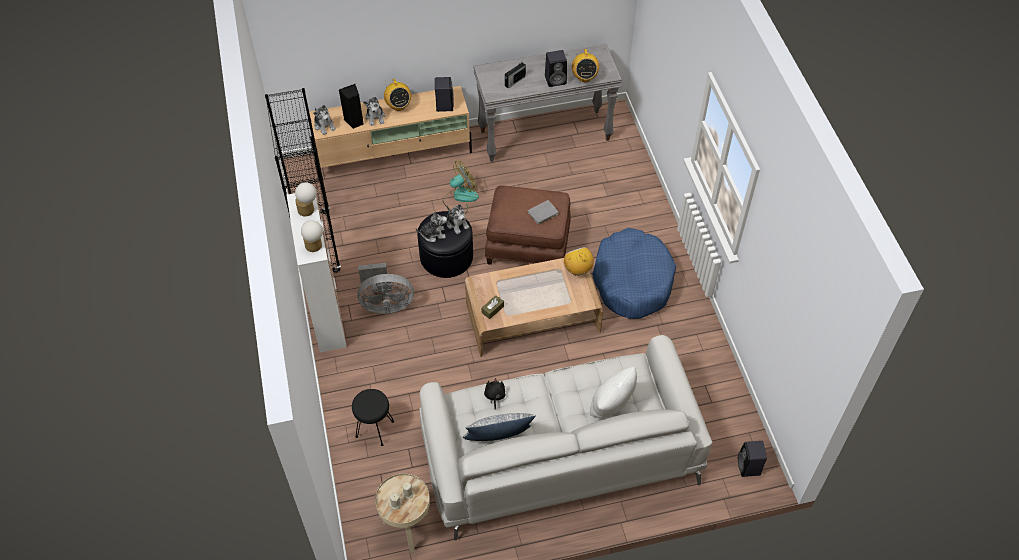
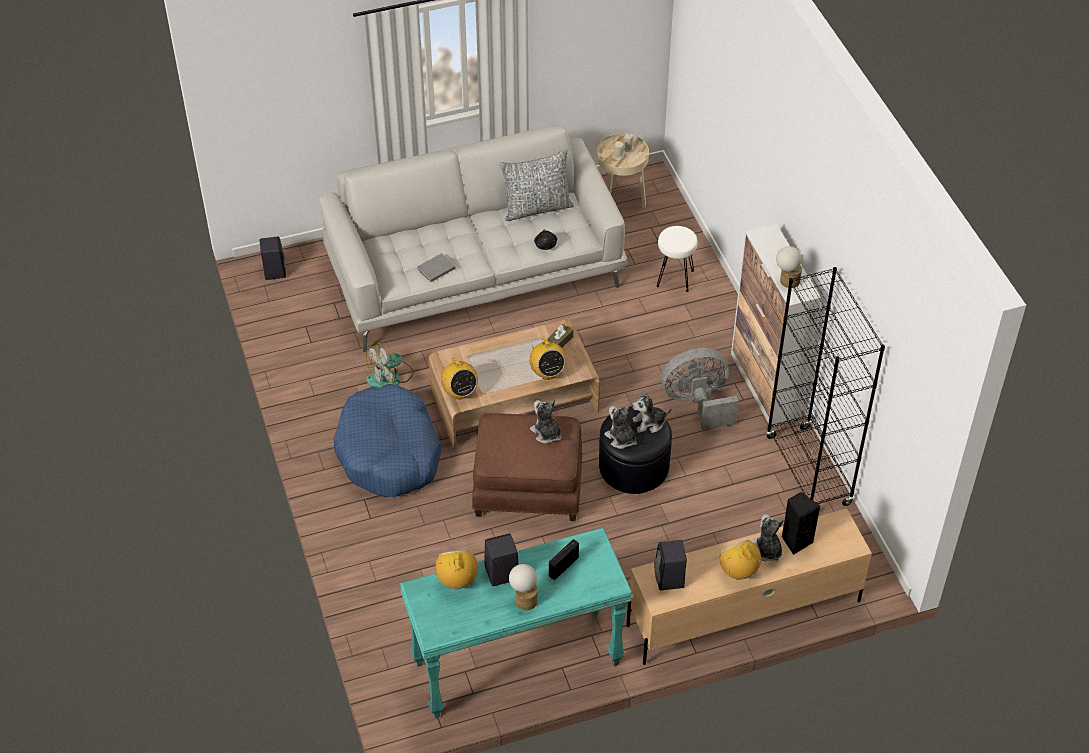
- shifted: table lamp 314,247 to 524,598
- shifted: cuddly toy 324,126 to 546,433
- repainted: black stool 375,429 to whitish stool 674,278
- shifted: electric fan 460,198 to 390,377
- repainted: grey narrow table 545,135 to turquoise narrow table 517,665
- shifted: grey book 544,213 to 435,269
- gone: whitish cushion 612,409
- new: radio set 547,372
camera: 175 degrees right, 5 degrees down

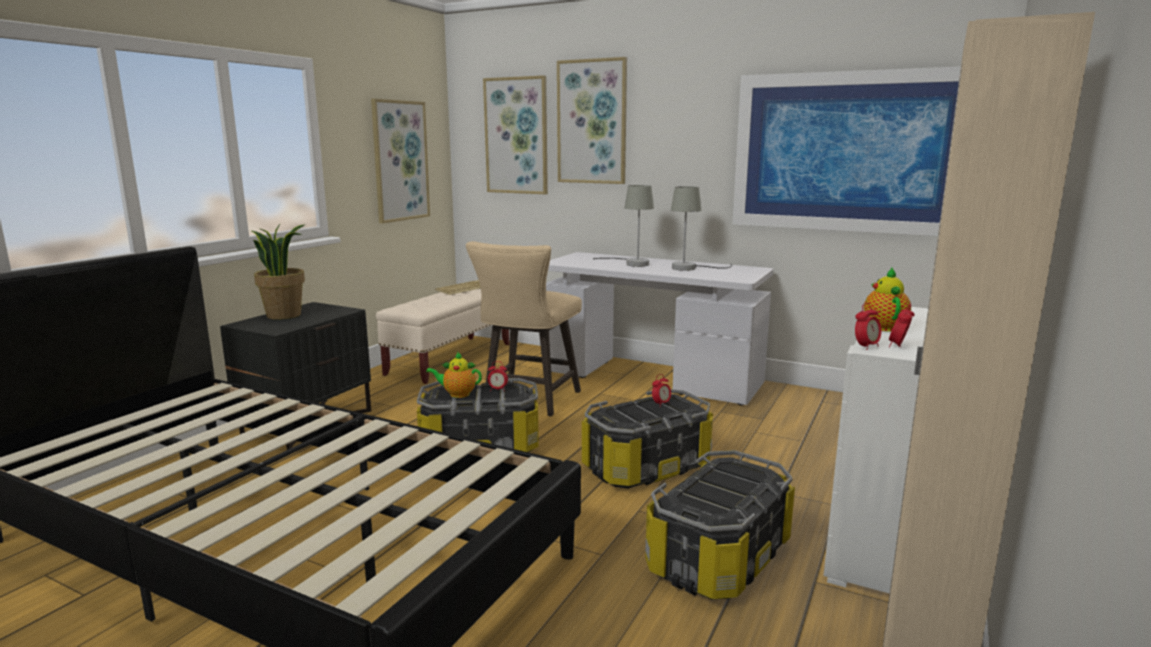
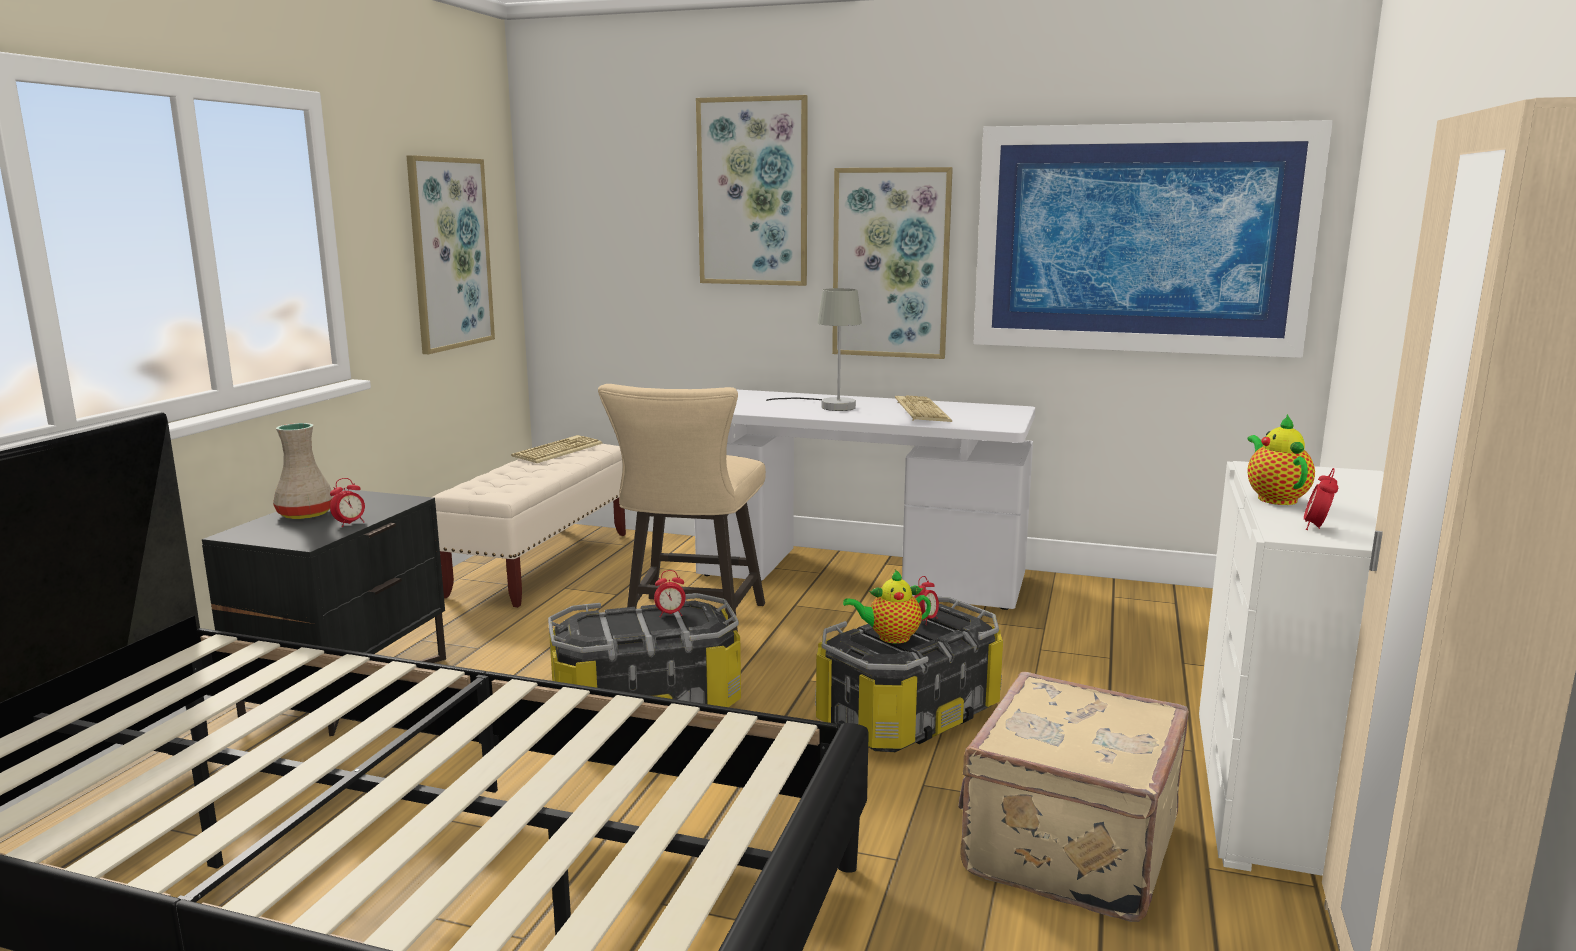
- swapped: houseplant 284,315 to sand-coloured flower vase 304,514
- shifted: tea pot 457,394 to 890,637
- shifted: wall art 516,136 to 891,263
- swapped: storage container 720,558 to sand-coloured travel case 1066,846
- swapped: grey table lamp 691,268 to keyboard 920,410
- shifted: alarm clock 866,347 to 350,523
camera: 10 degrees left, 0 degrees up

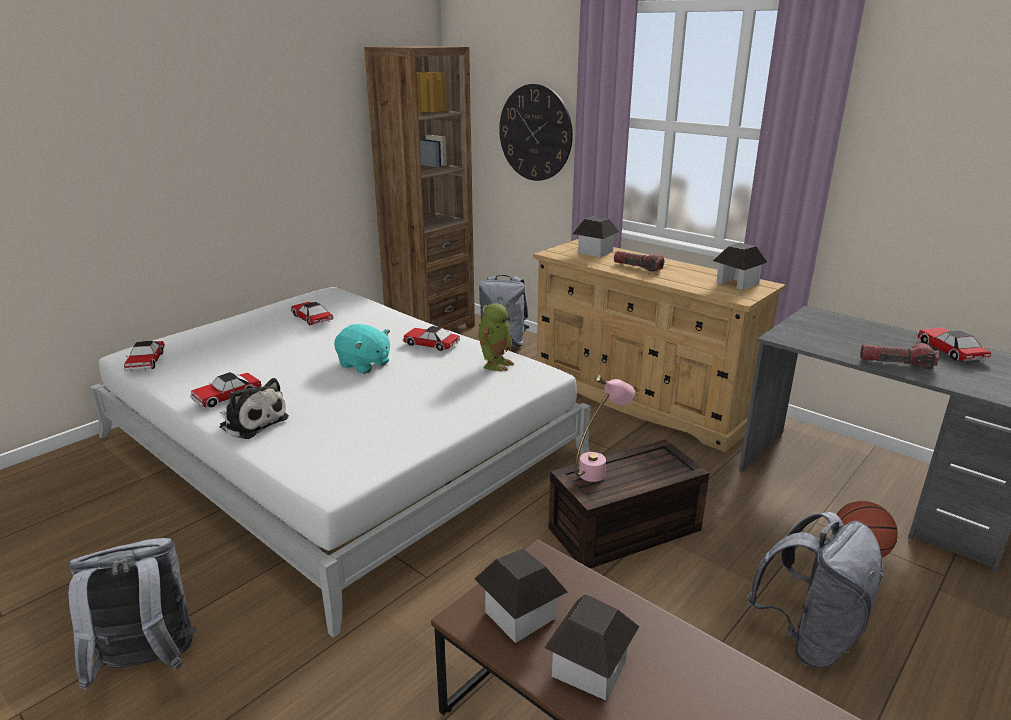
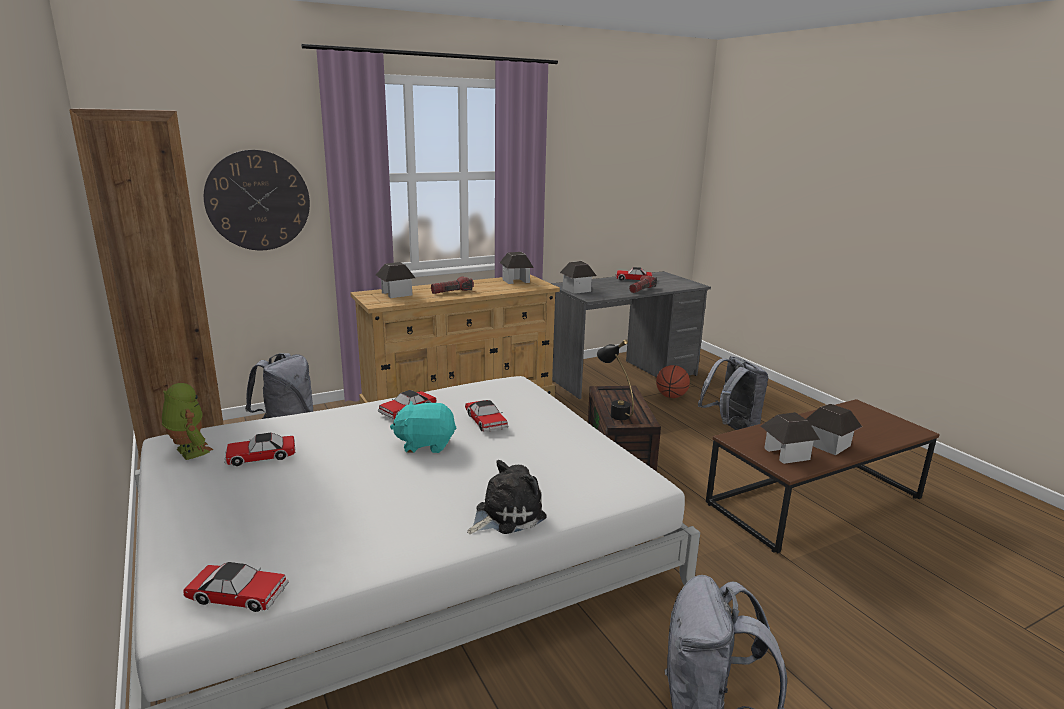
- shifted: toy car 226,396 to 486,421
- rotated: turquoise cuddly toy 364,364 = 425,444 150 degrees counterclockwise
- shifted: robot figure 495,364 to 189,452
- repainted: pinkish table lamp 599,468 to black table lamp 614,412
- new: model house 577,290
camera: 70 degrees left, 5 degrees down

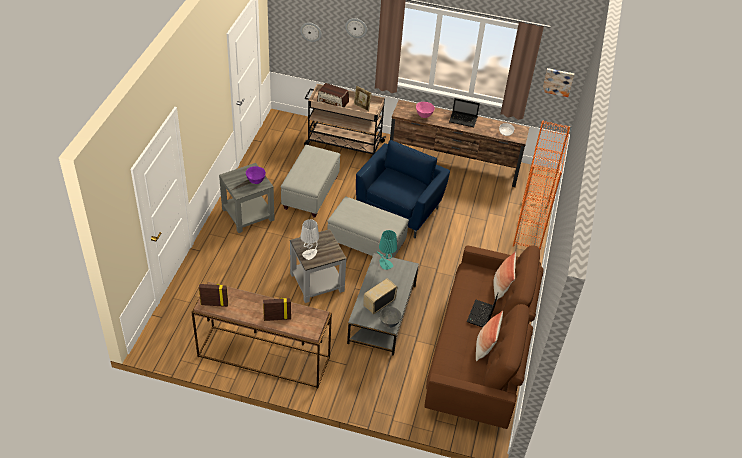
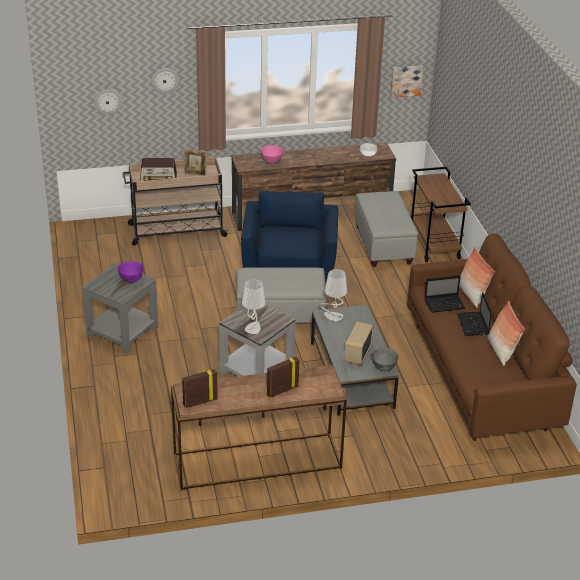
- shifted: grey pouffe 311,193 to 383,245
- repainted: turquoise table lamp 385,264 to grey table lamp 333,316
- shifted: notebook computer 463,120 to 445,304
- swapped: orange shelving unit 531,226 to brown-coloured cart 434,245
camera: 25 degrees left, 10 degrees down

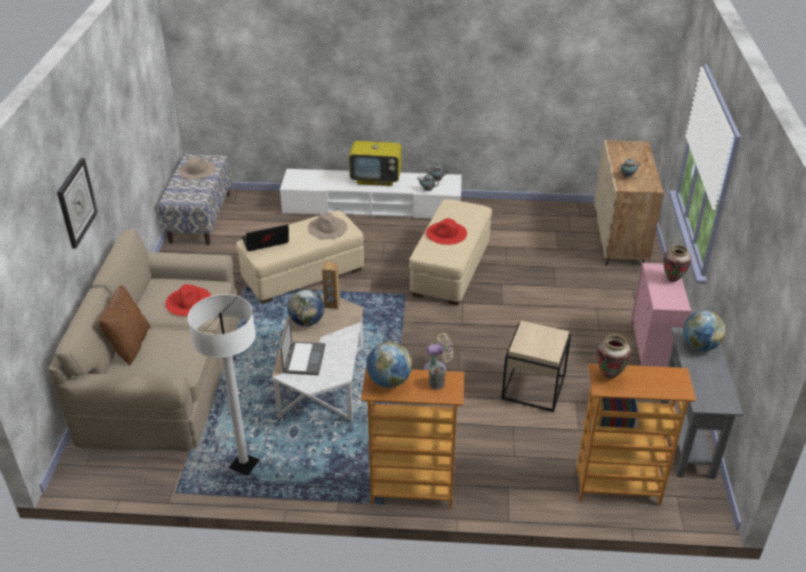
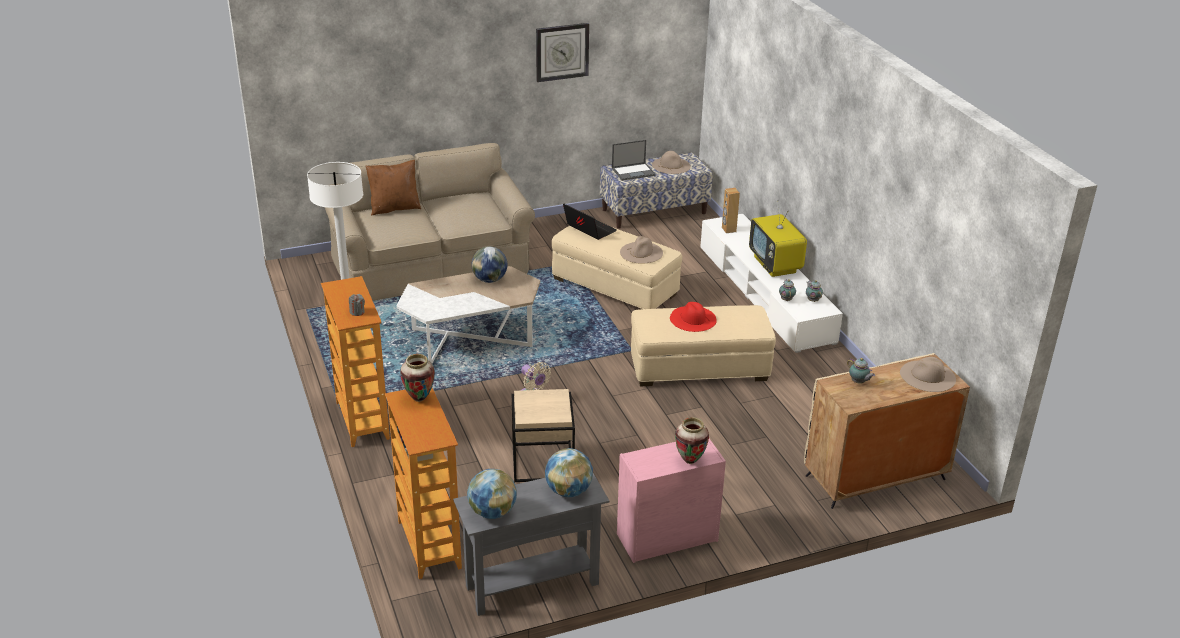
- shifted: hanging clock 76,202 to 562,52
- gone: reddish wearable hat 188,301
- shifted: notebook computer 304,358 to 633,172
- shifted: brown-coloured speaker 332,304 to 728,229
- shifted: world globe 389,381 to 492,512
- new: sand-coloured wearable hat 927,376
camera: 65 degrees right, 5 degrees down

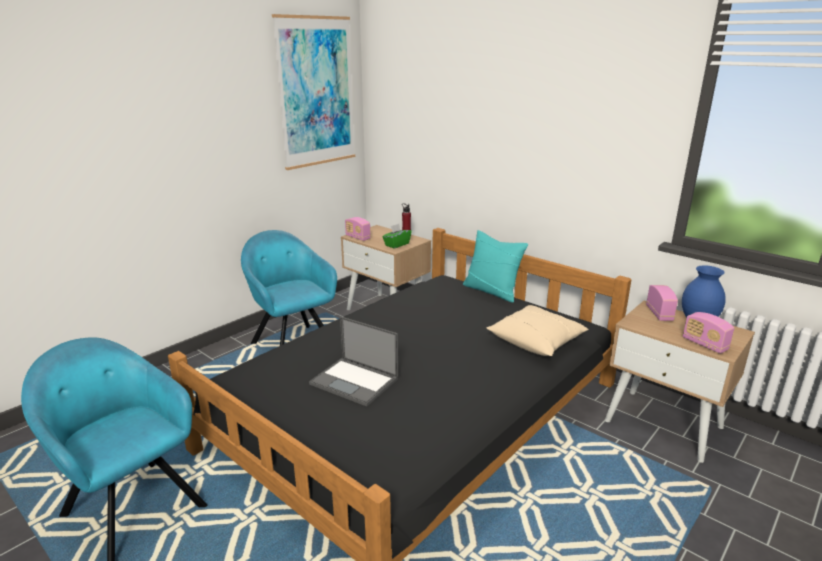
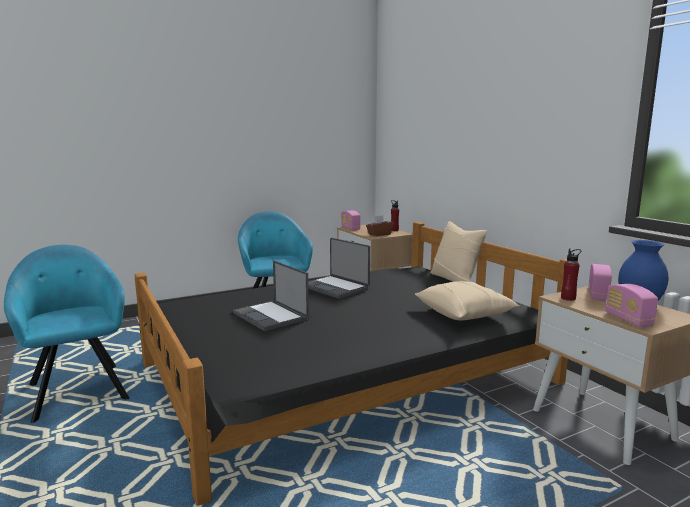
- gone: wall art 316,92
- repainted: green box of tissues 396,244 to brown-coloured box of tissues 379,234
- repainted: turquoise cushion 492,291 to sand-coloured cushion 455,279
- new: notebook computer 336,288
- new: reddish bottle 568,298
camera: 20 degrees right, 10 degrees down

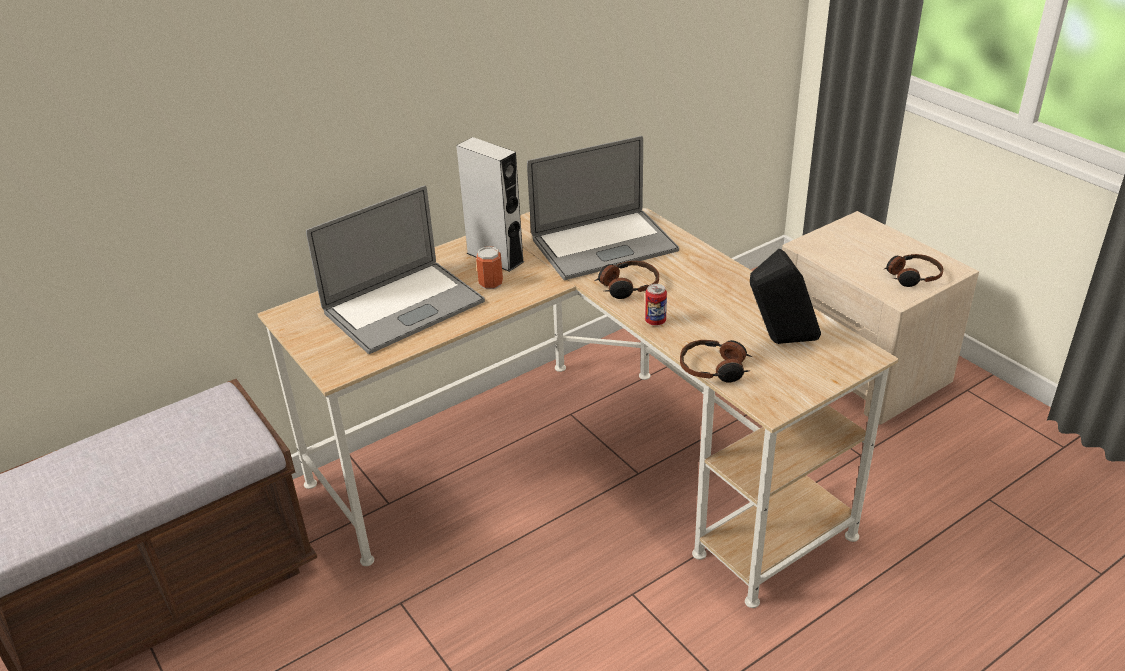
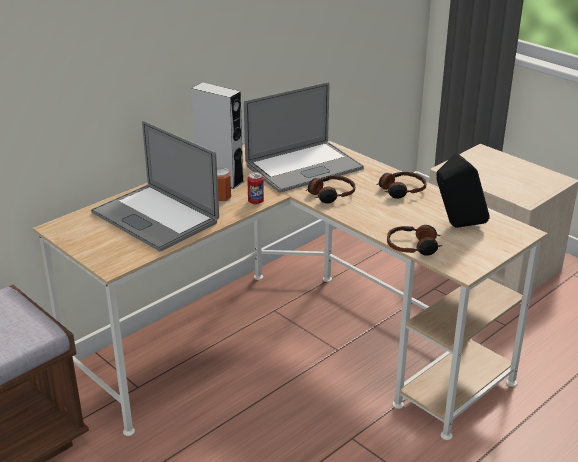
- rotated: notebook computer 403,307 = 155,217 90 degrees clockwise
- shifted: can 655,321 to 255,201
- shifted: headphones 912,276 to 401,190
camera: 10 degrees left, 5 degrees down

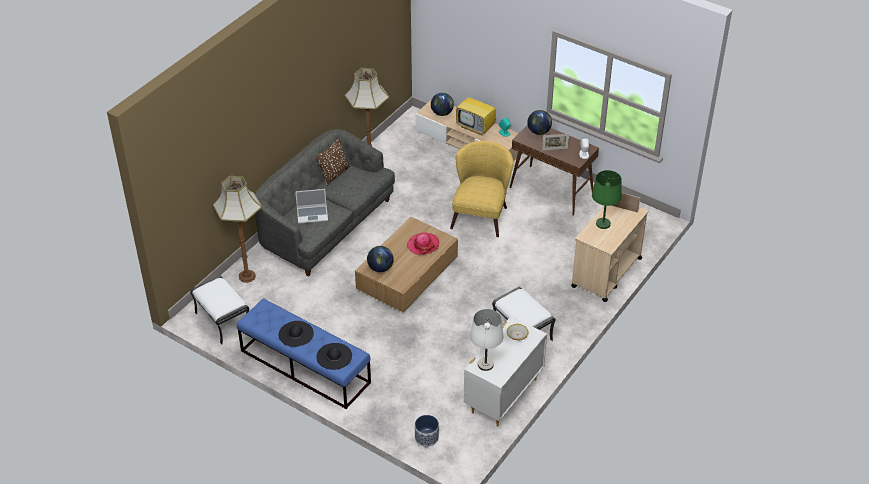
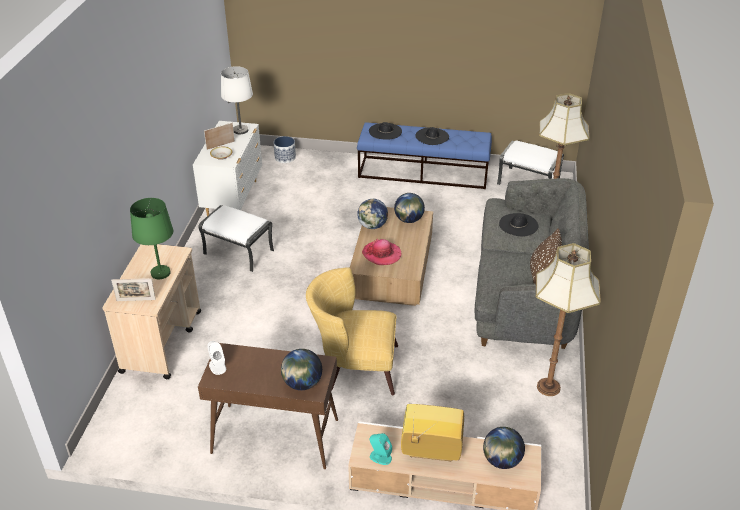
- swapped: notebook computer 313,214 to black wearable hat 518,225
- rotated: yellow easy chair 481,214 = 354,367 105 degrees clockwise
- shifted: standing frame 554,149 to 220,145
- new: world globe 372,226
camera: 155 degrees right, 5 degrees down

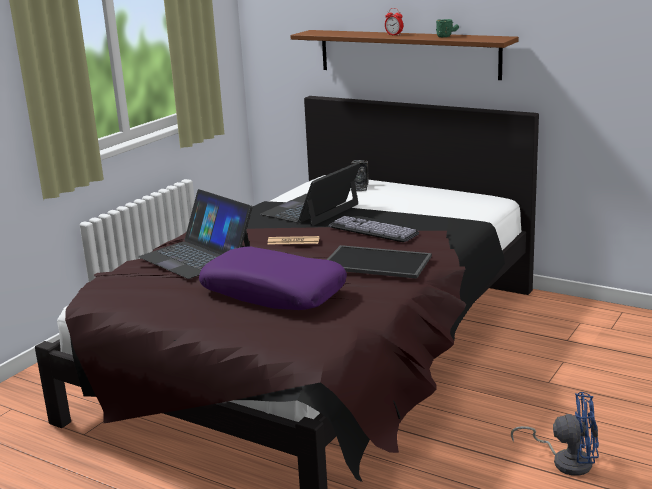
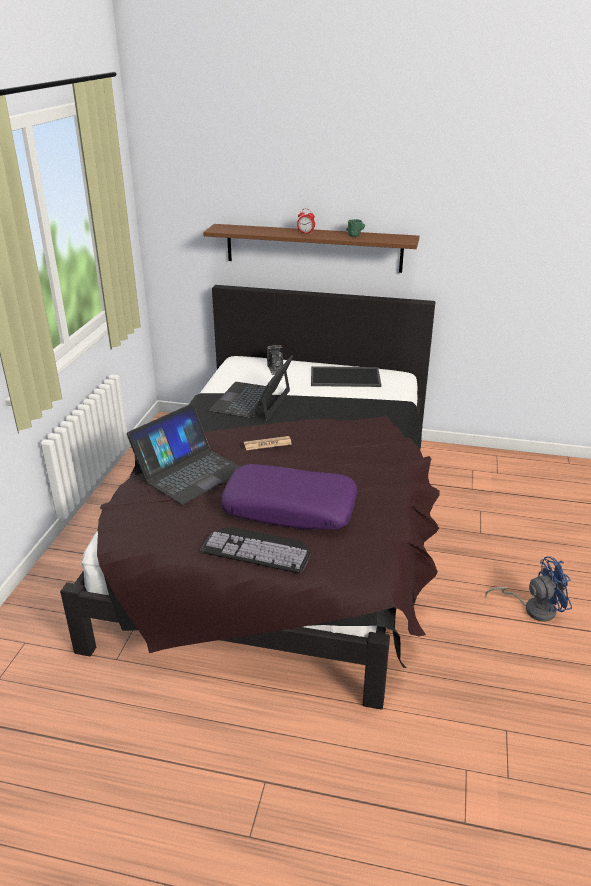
- rotated: notebook computer 197,256 = 189,472 75 degrees counterclockwise
- shifted: tray 378,262 to 346,377
- shifted: keyboard 377,228 to 258,548
camera: 20 degrees left, 10 degrees up

